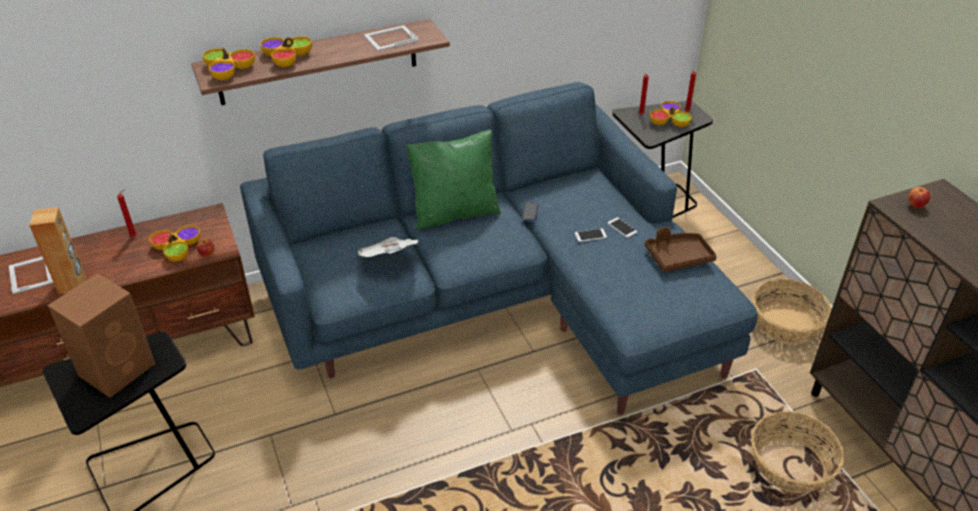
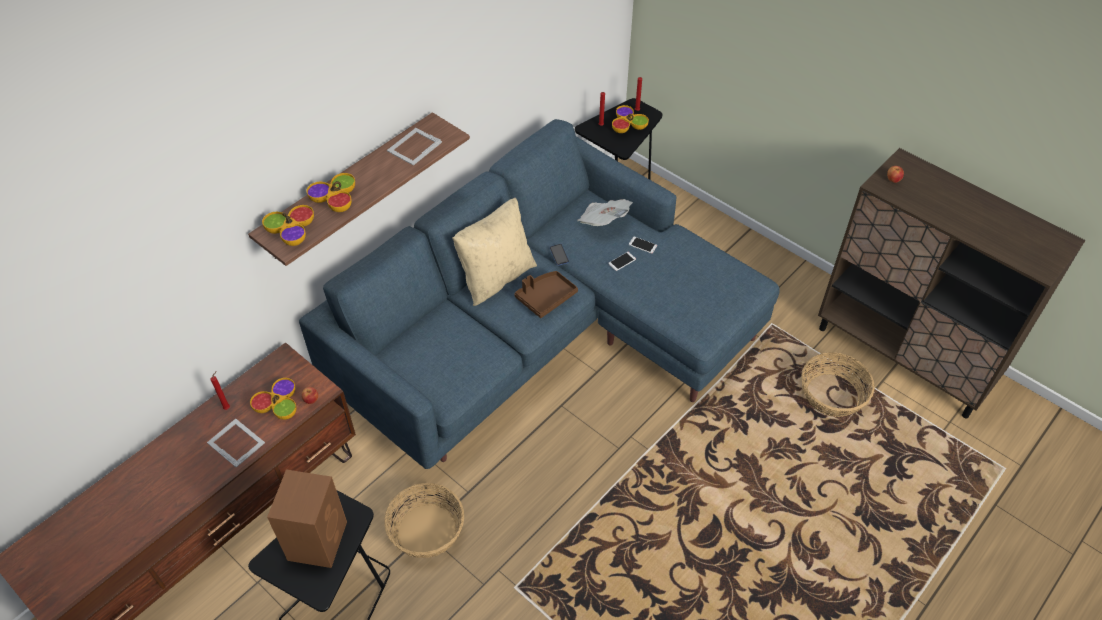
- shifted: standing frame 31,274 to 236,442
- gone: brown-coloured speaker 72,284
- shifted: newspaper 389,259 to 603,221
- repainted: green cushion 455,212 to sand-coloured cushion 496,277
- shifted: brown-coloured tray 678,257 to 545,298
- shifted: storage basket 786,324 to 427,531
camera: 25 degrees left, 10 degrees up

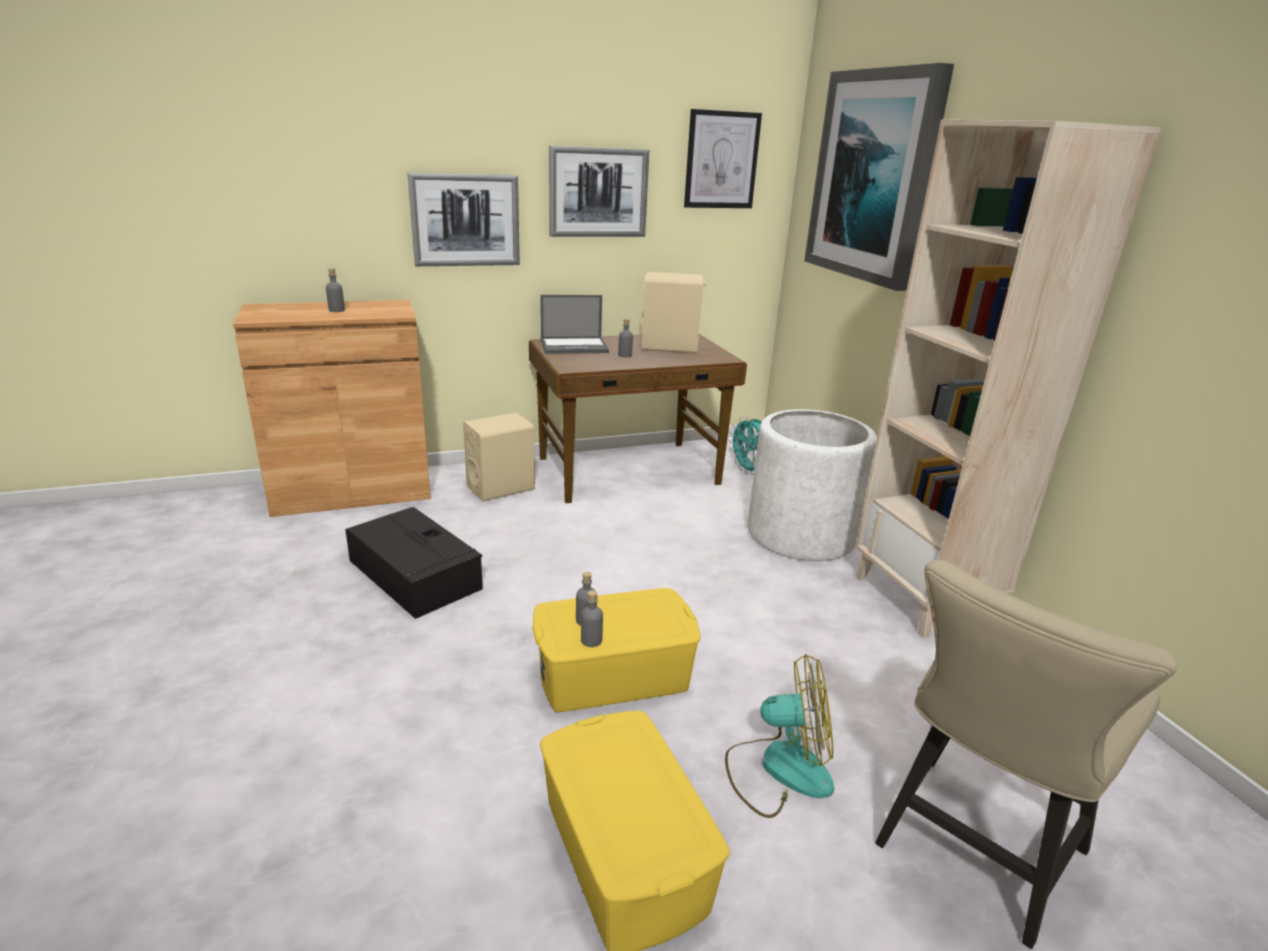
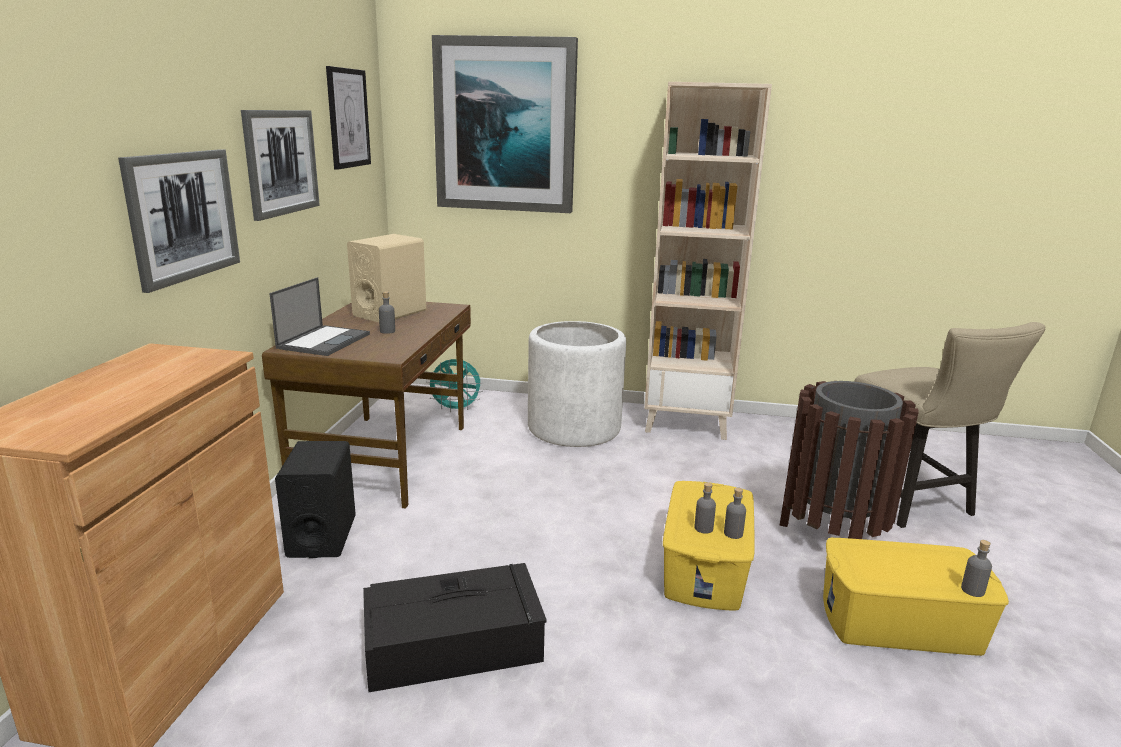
- shifted: grey bottle 336,310 to 972,590
- repainted: sand-coloured speaker 501,488 to black speaker 322,536
- swapped: electric fan 778,769 to brown-coloured trash can 832,535
camera: 60 degrees left, 5 degrees down

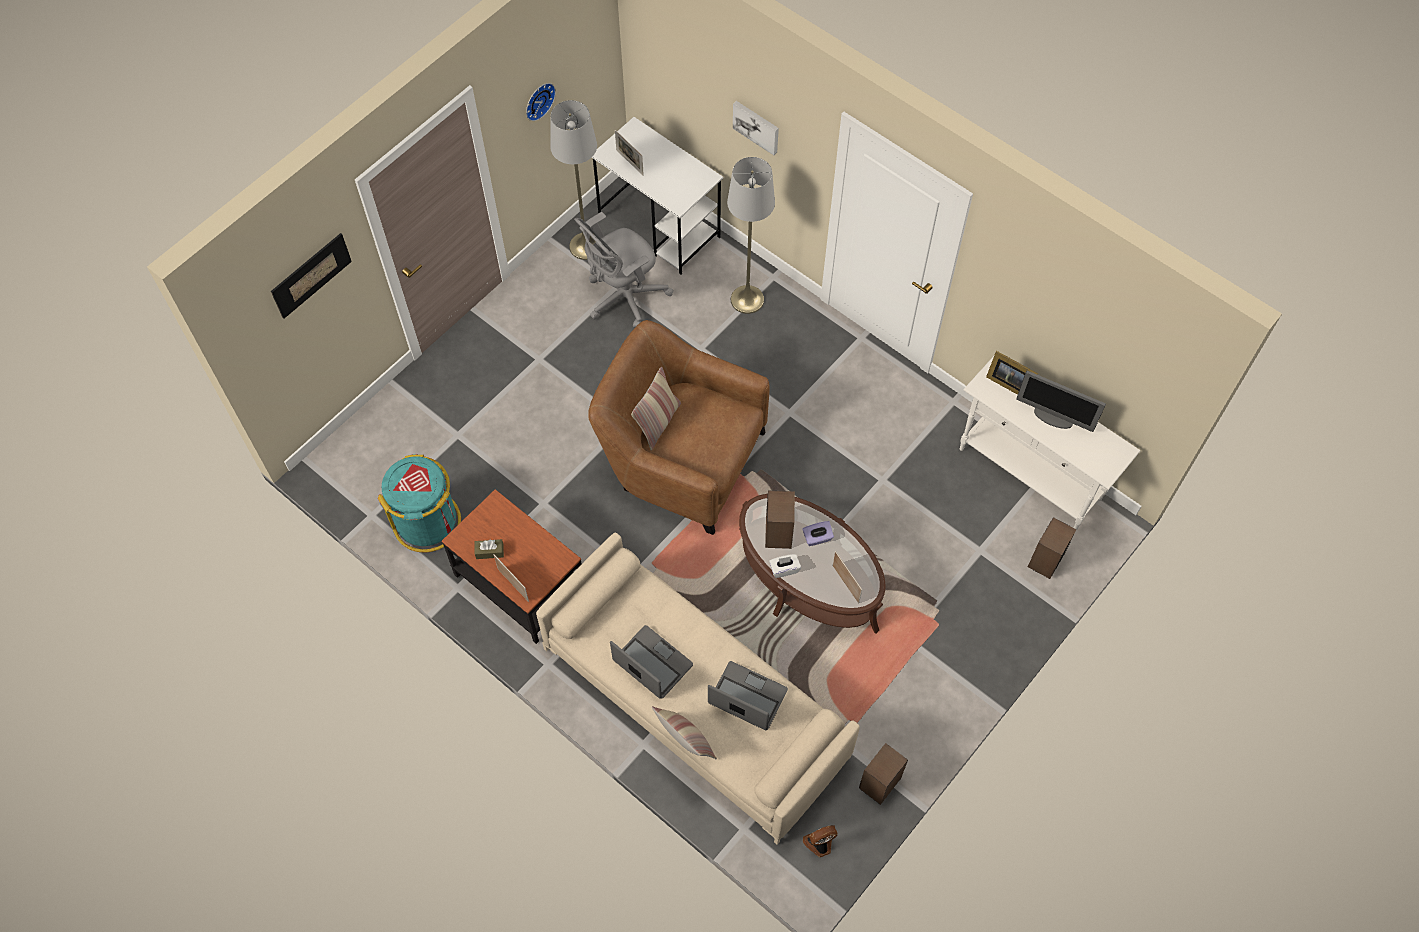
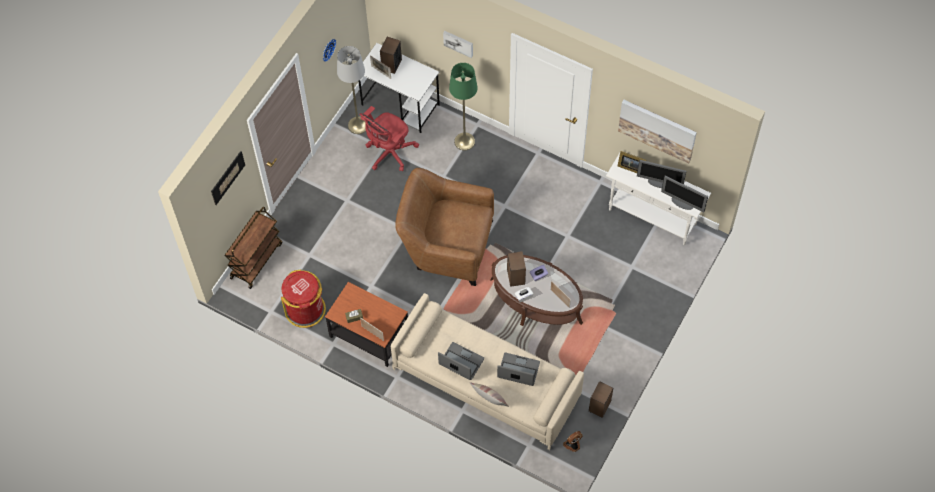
- repainted: turquoise trash can 428,522 to reddish trash can 305,309
- repainted: grey desk chair 623,298 to reddish desk chair 389,153
- gone: cushion 657,423
- repainted: grey standard lamp 747,299 to green standard lamp 464,141
- shifted: speaker 1045,560 to 391,64
- new: brown-coloured cart 256,260
- new: wall art 657,130
- new: computer screen 682,203
camera: 10 degrees left, 0 degrees up

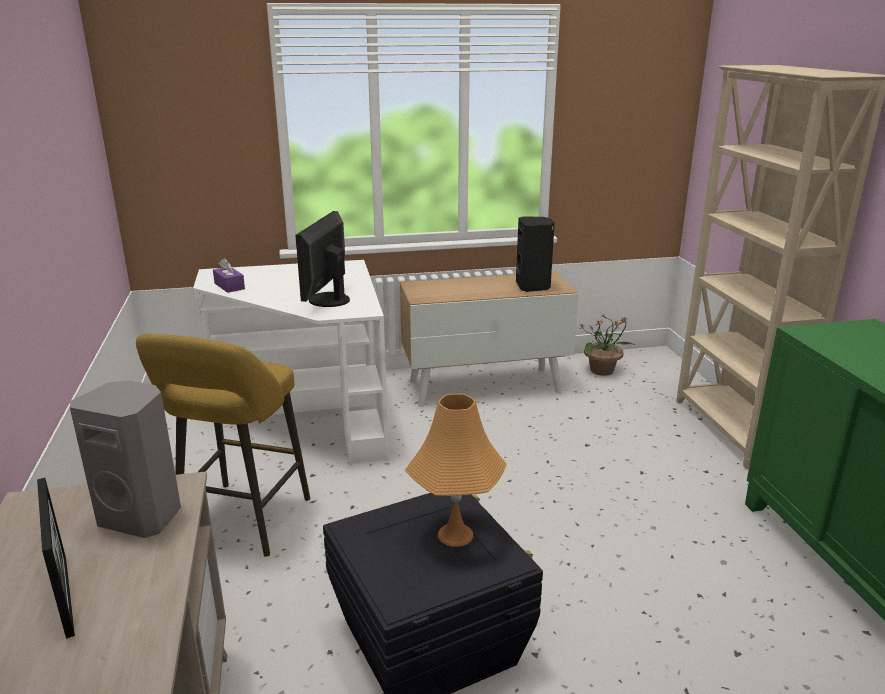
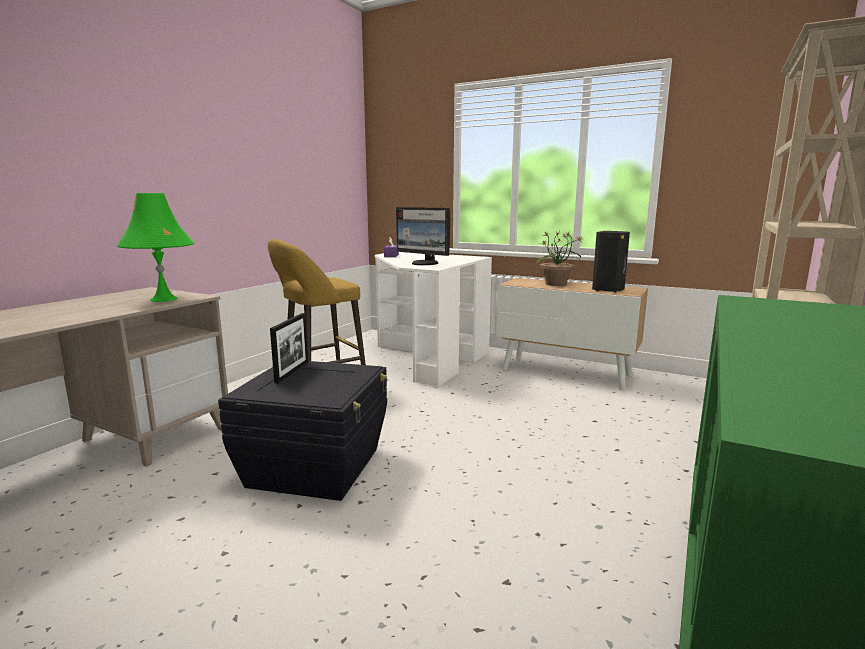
- shifted: standing frame 66,595 to 292,371
- swapped: grey speaker 143,516 to green table lamp 163,299
- rotated: computer screen 327,300 = 424,263 105 degrees counterclockwise
- gone: orange table lamp 455,535
- shifted: houseplant 602,370 to 556,284
camera: 40 degrees right, 10 degrees down

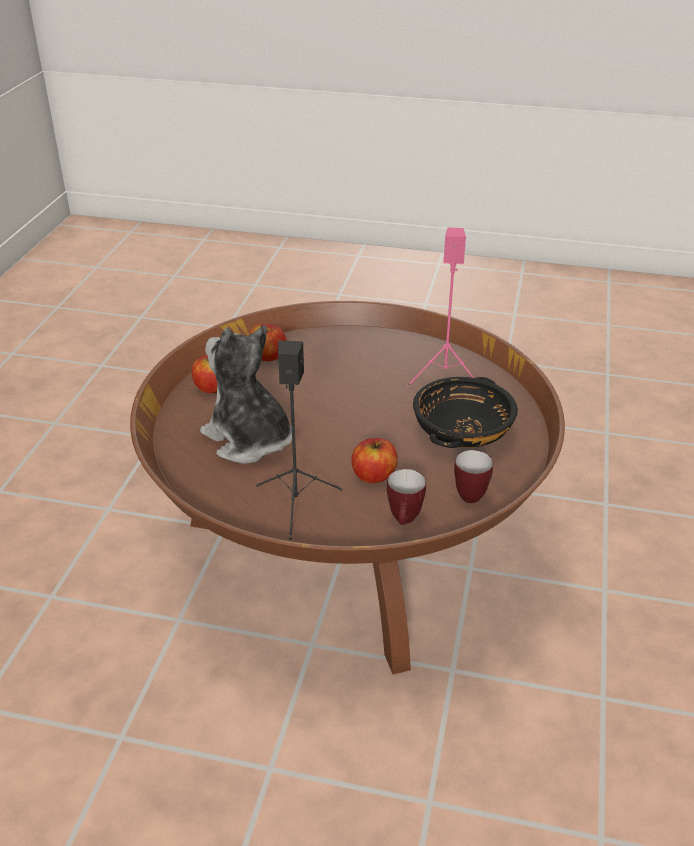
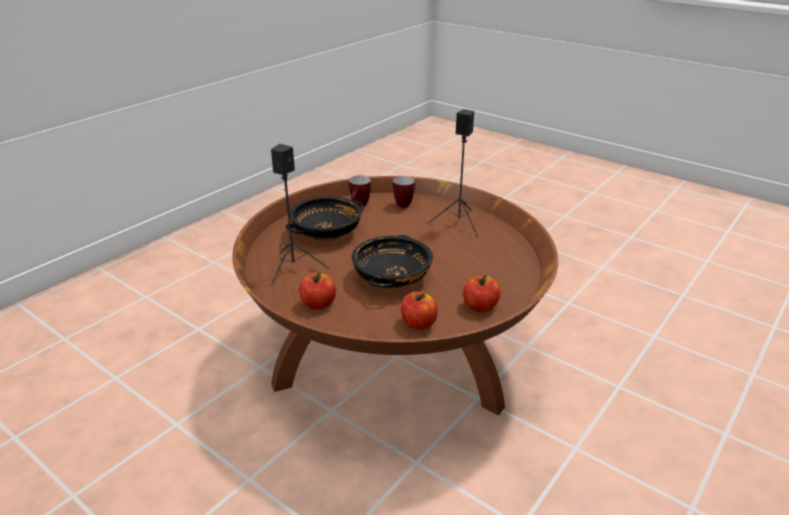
- gone: cuddly toy 249,440
- shifted: apple 373,475 to 318,304
- repainted: pinkish speaker 446,376 to black speaker 293,268
- new: black deep dish 392,277
camera: 155 degrees left, 5 degrees down

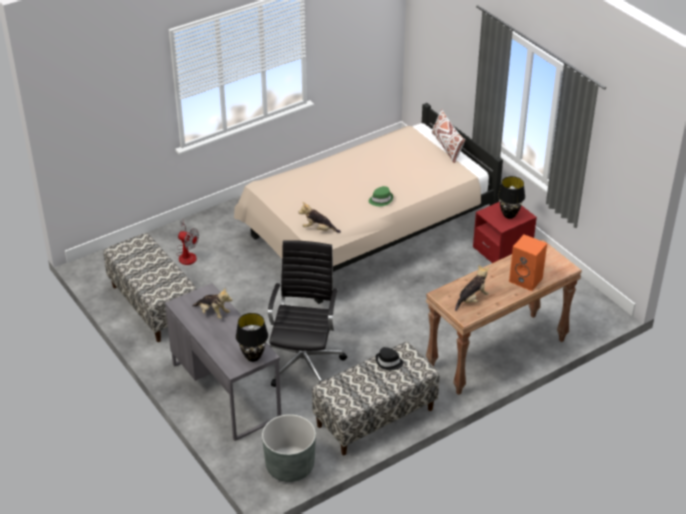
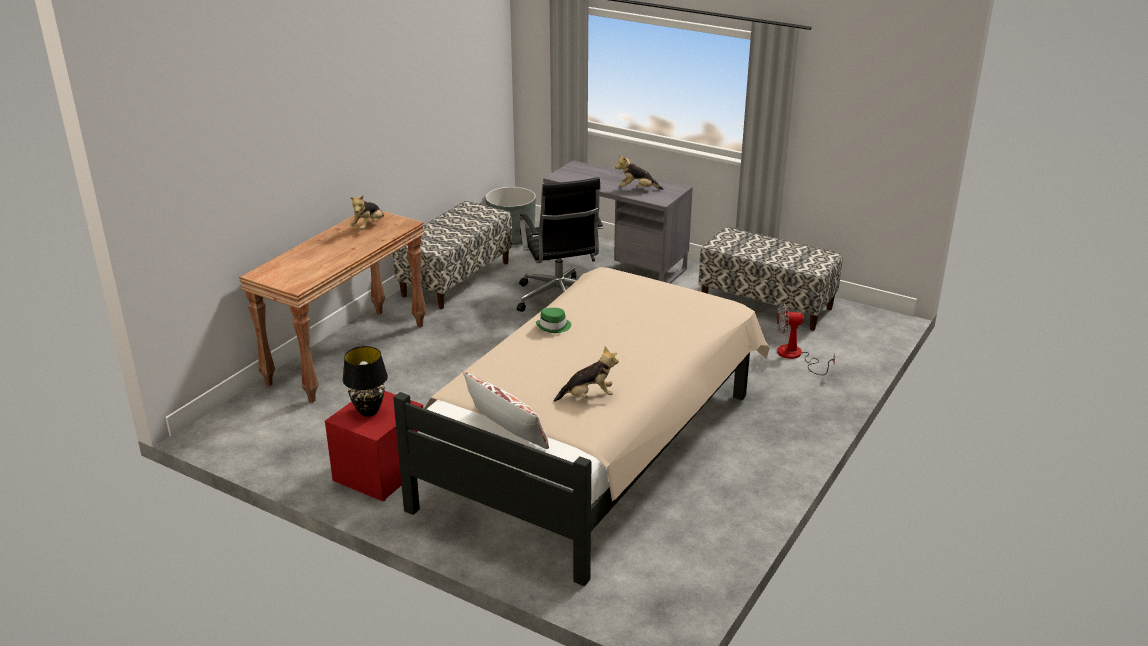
- gone: black table lamp 253,357
- shifted: cuddly toy 318,229 to 588,397
- gone: black wearable hat 388,362
- gone: orange speaker 526,280
camera: 155 degrees right, 10 degrees down

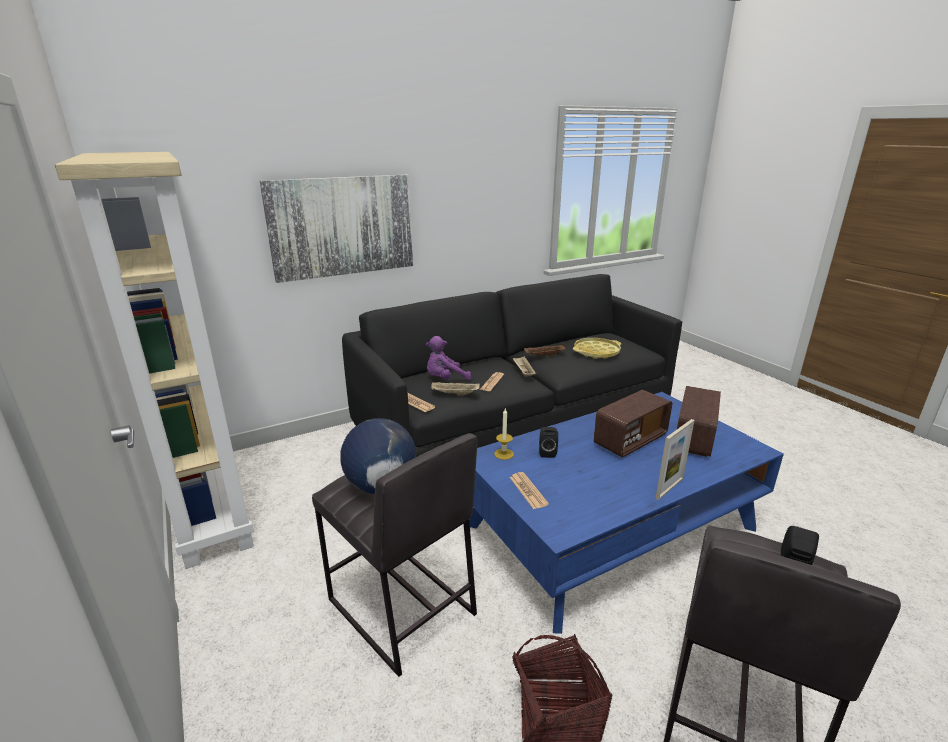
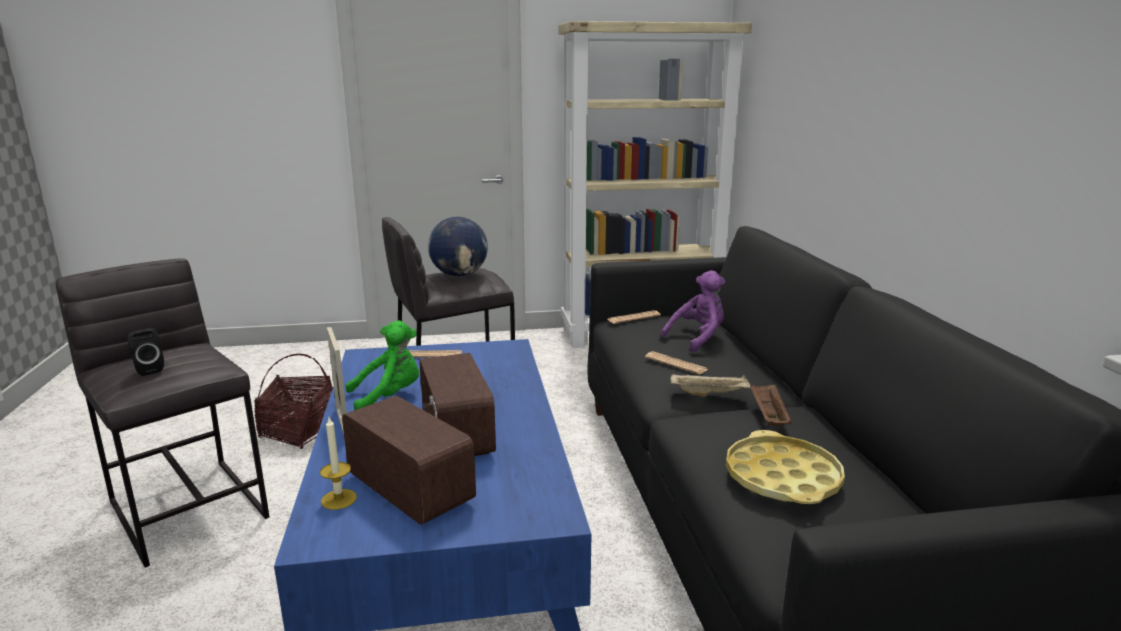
- gone: wall art 342,226
- rotated: purple-coloured cuddly toy 445,379 = 697,338 60 degrees clockwise
- gone: sand-coloured tray 454,394
- shifted: candle 503,454 to 339,499
- gone: black speaker 547,452
- new: green cuddly toy 389,397
camera: 110 degrees right, 5 degrees down

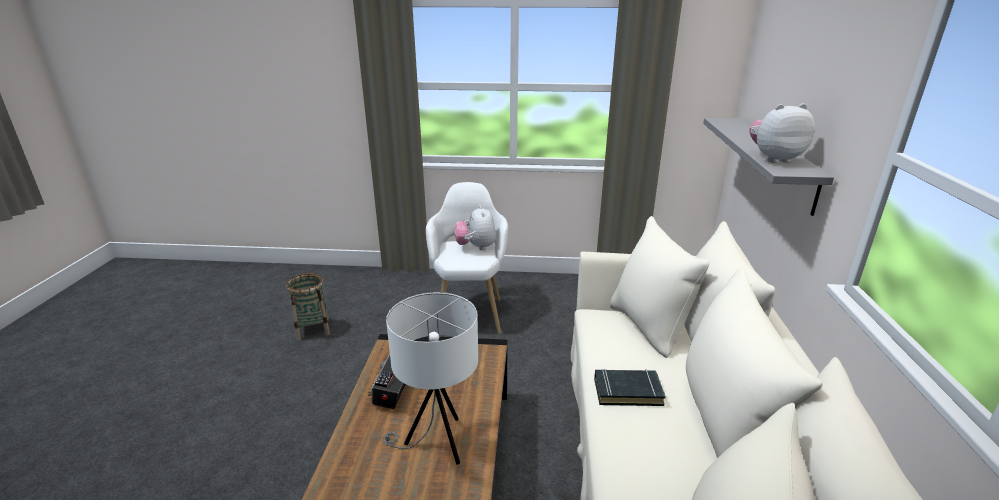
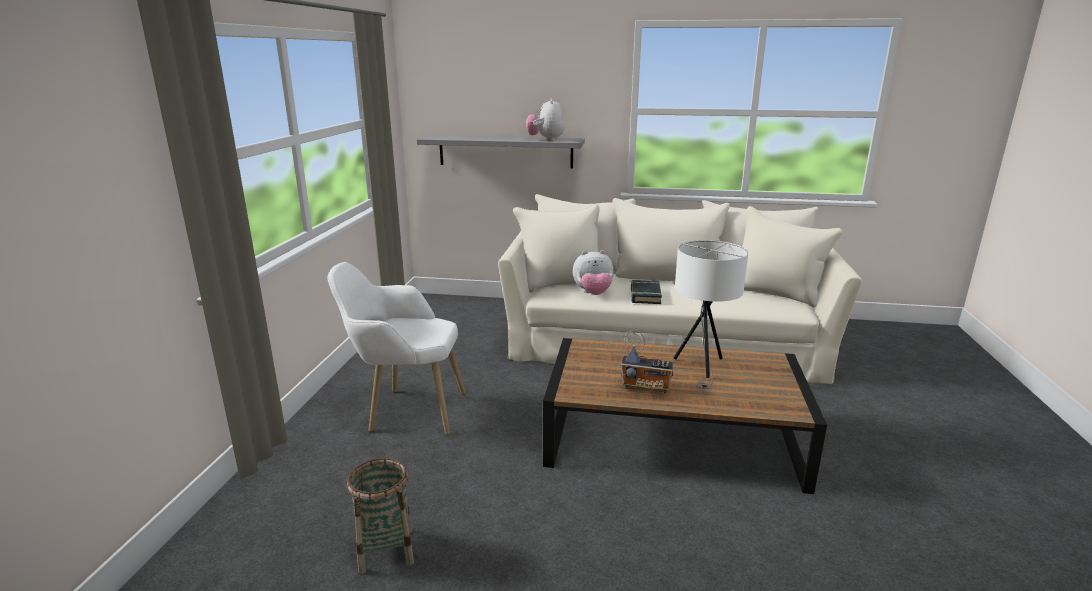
- shifted: cuddly toy 476,247 to 593,293
camera: 85 degrees left, 5 degrees down

